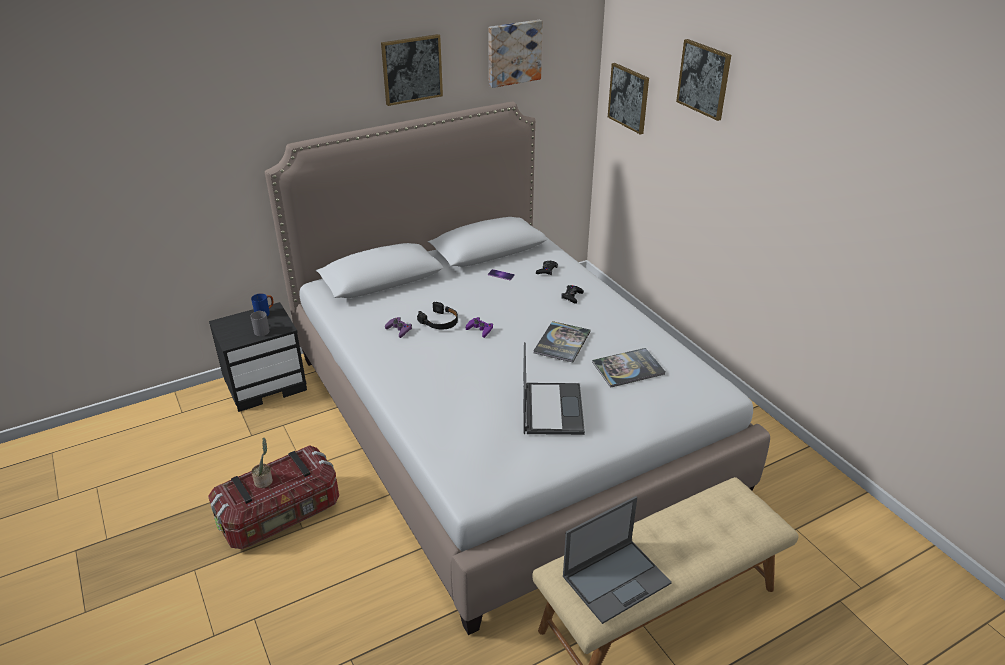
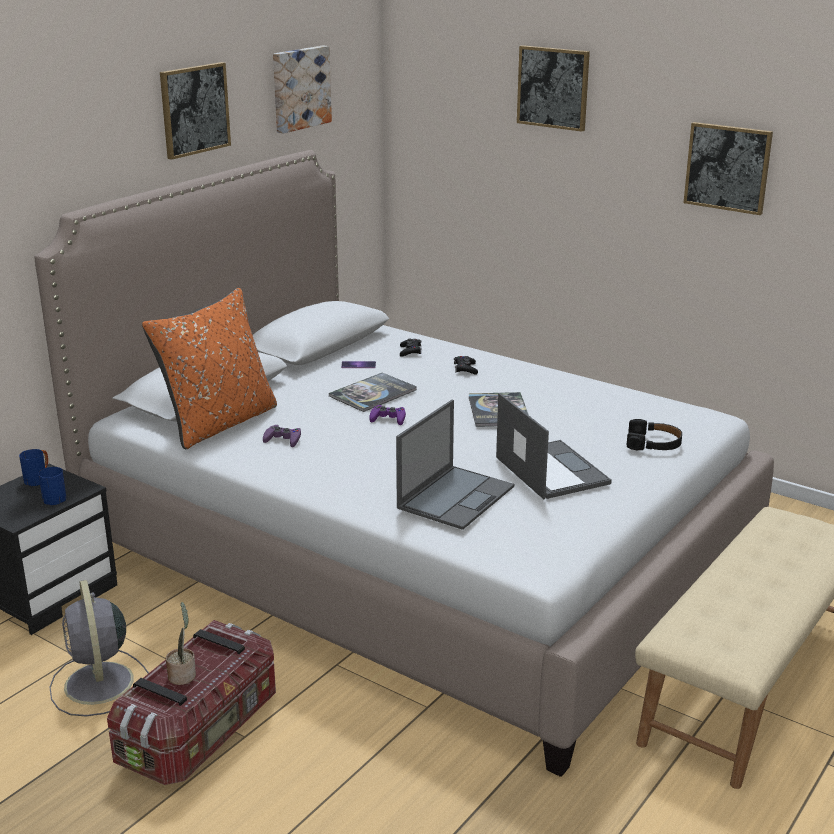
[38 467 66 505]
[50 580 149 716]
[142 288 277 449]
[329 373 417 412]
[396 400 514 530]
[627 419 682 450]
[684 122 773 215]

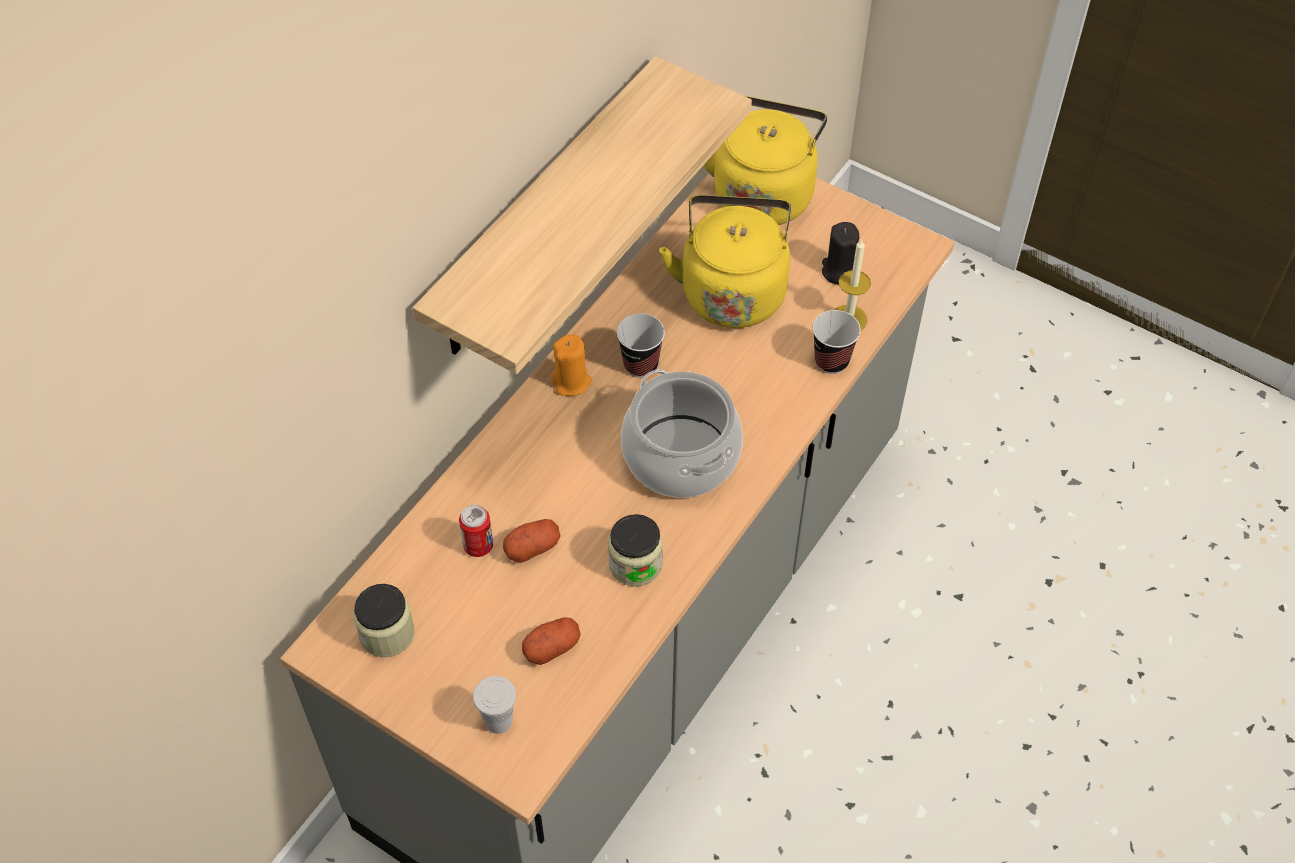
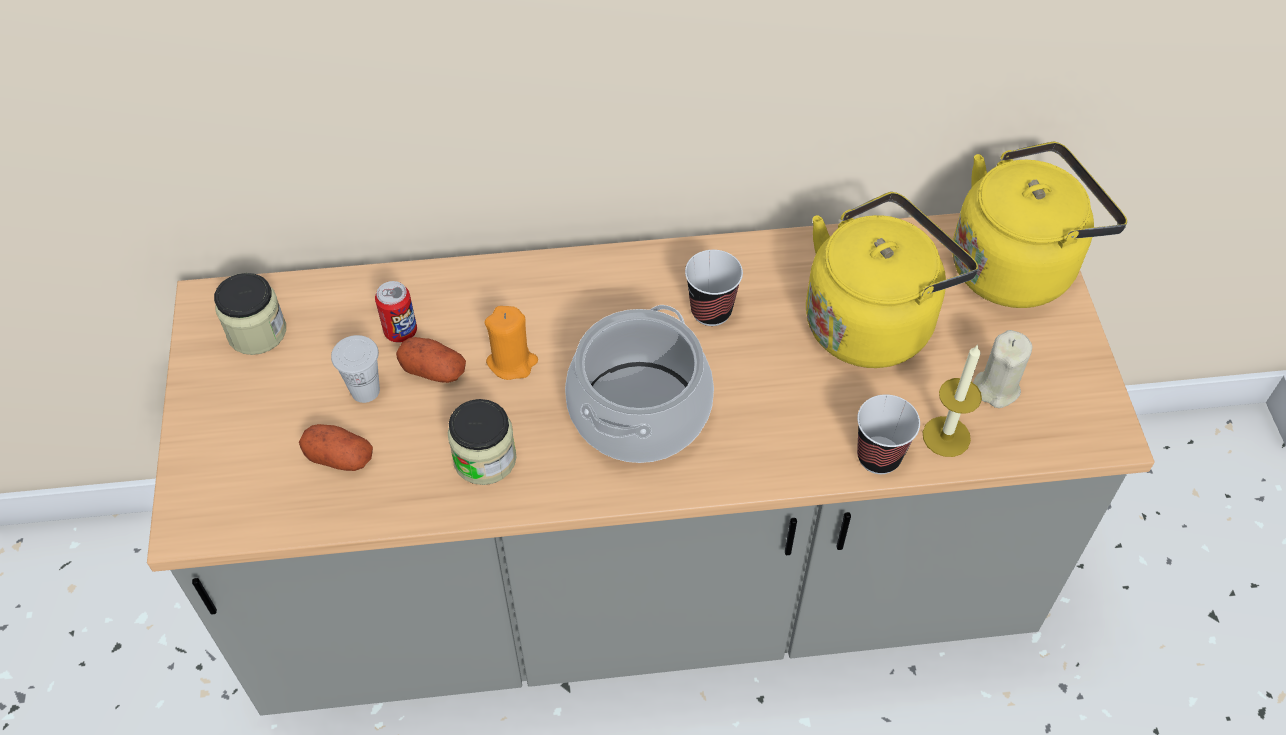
[331 335 380 403]
[484 306 538 380]
[973 330 1032 408]
[413 56 752 374] (first image)

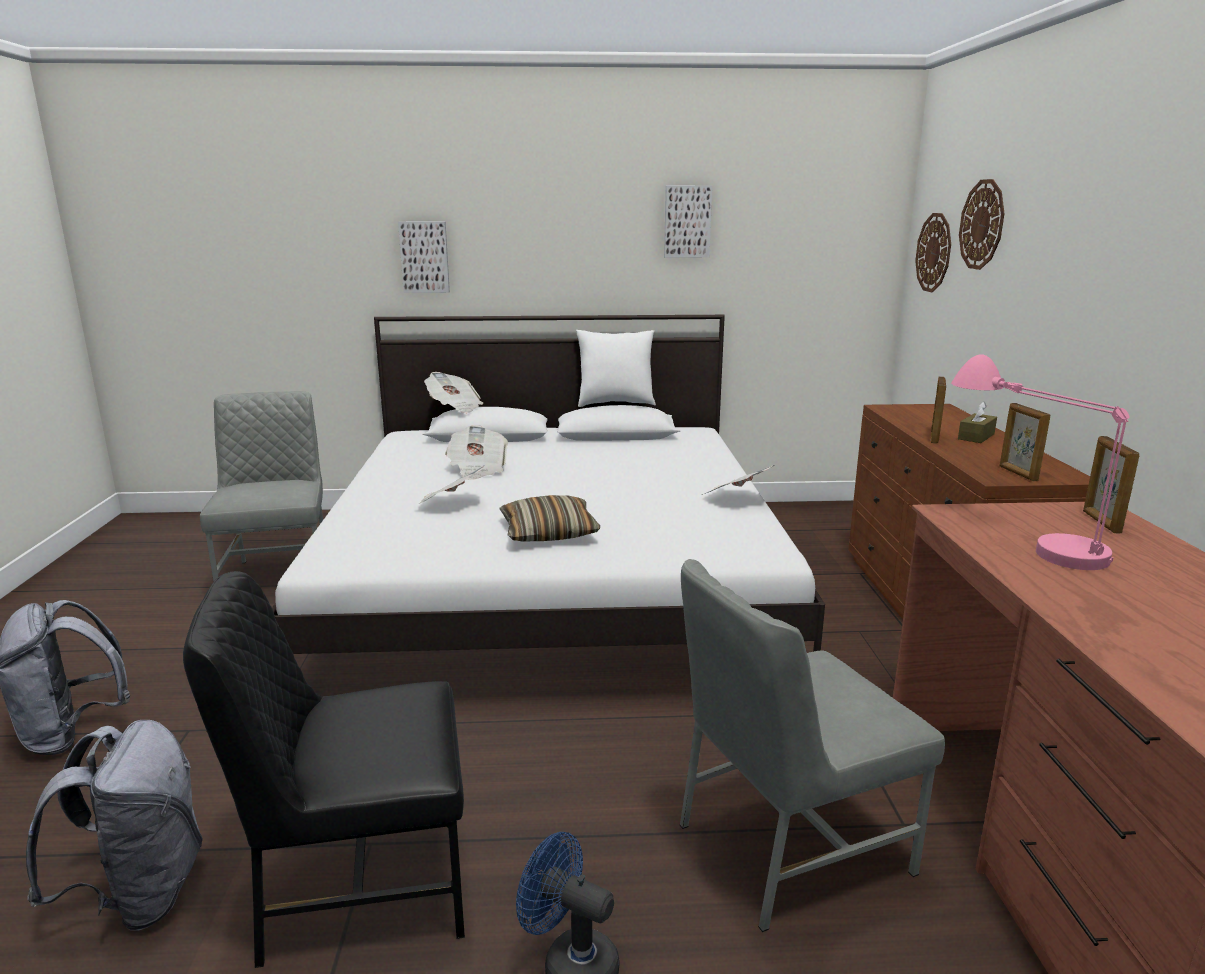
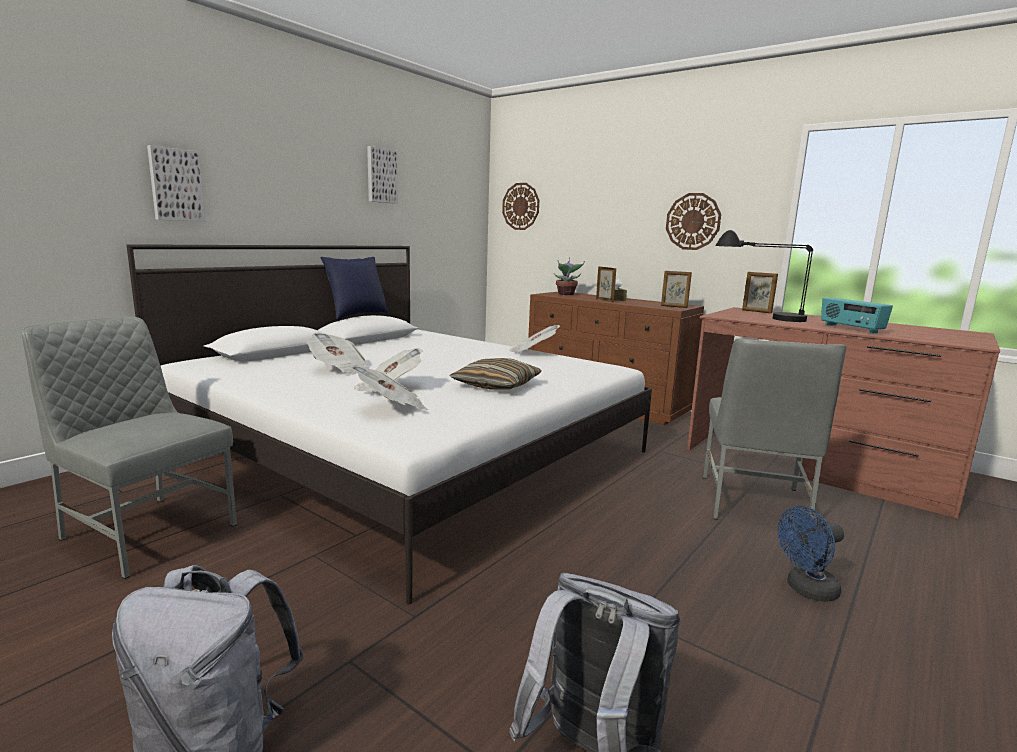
[320 257 389 320]
[350 366 428 410]
[554 257 585 295]
[666 193 721 250]
[716 230 813 322]
[821 298 893 334]
[183 571 465 968] (first image)

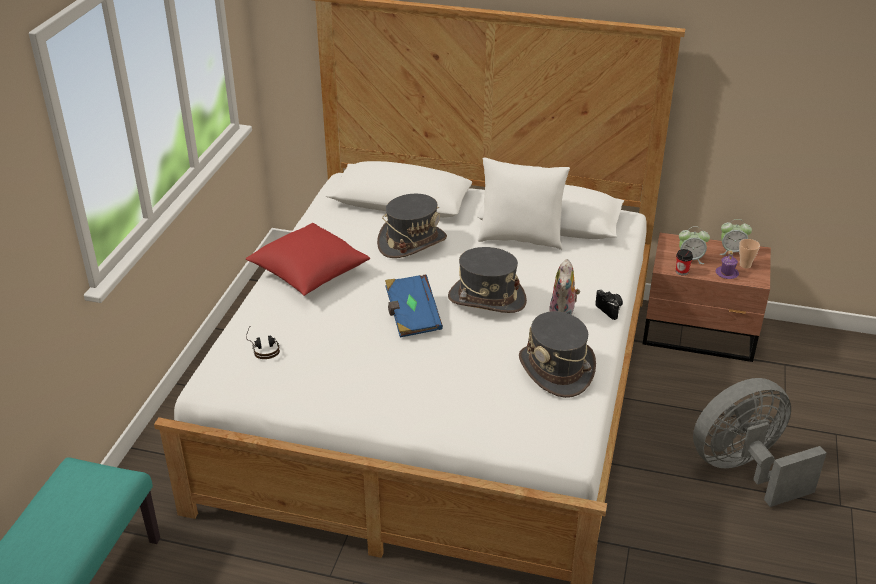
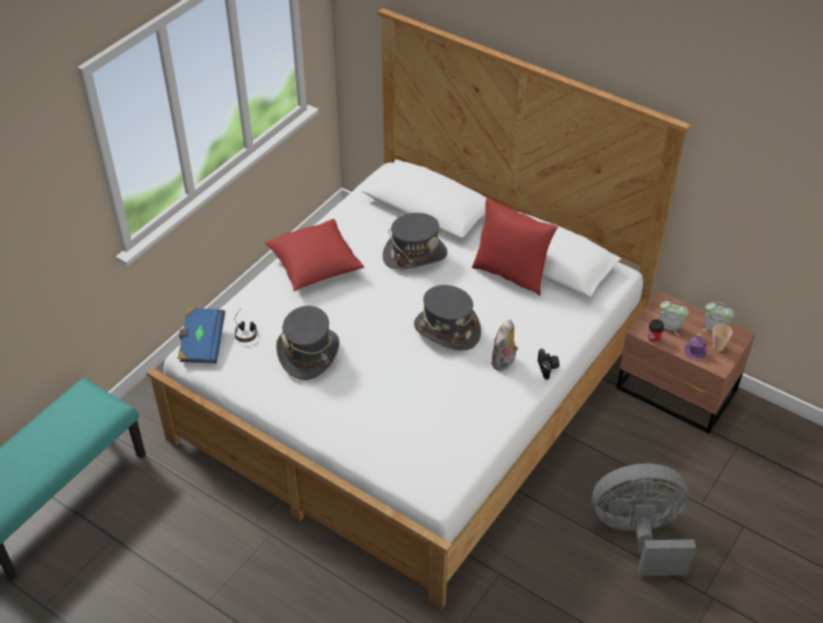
[177 307 225 364]
[276 306 339 380]
[472 198 558 296]

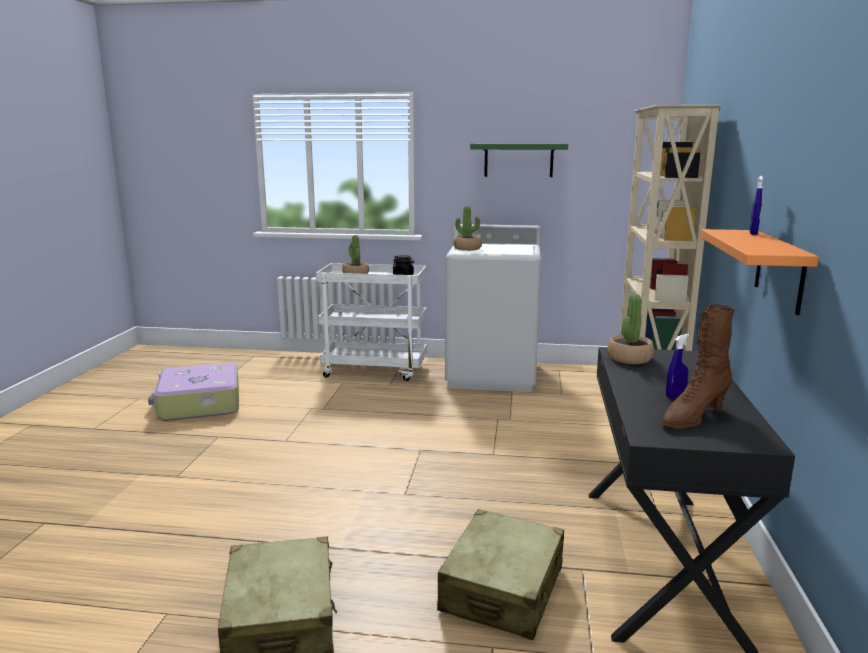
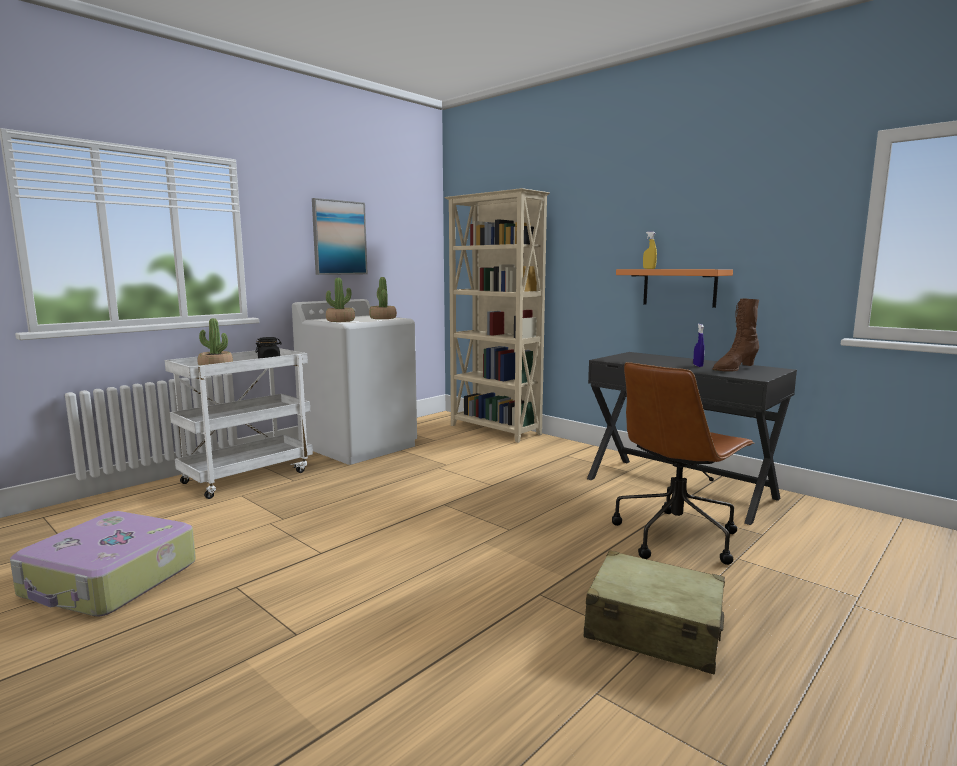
[312 198 368 275]
[369 277 397 319]
[612 362 754 565]
[643 231 657 269]
[712 298 759 372]

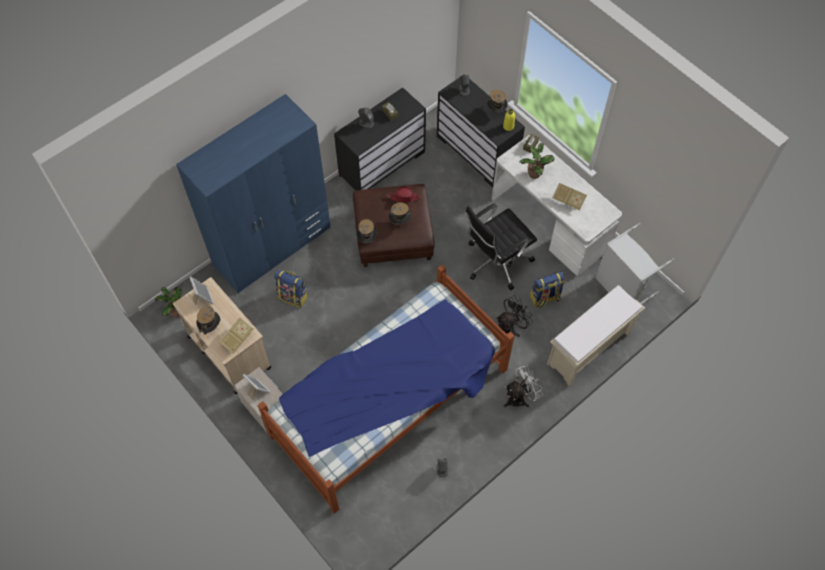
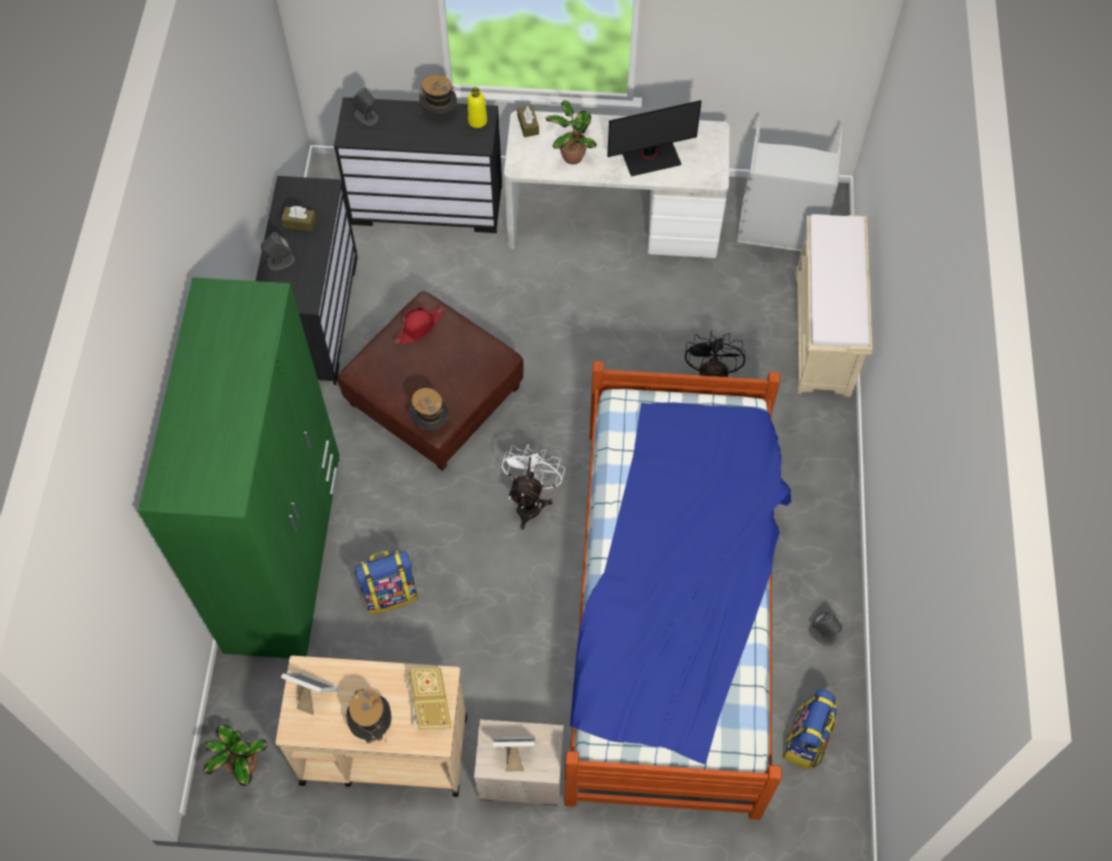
[138 277 339 658]
[501 445 565 530]
[607 100 702 176]
[783 689 838 770]
[389 201 412 224] (first image)
[466 203 537 290] (first image)

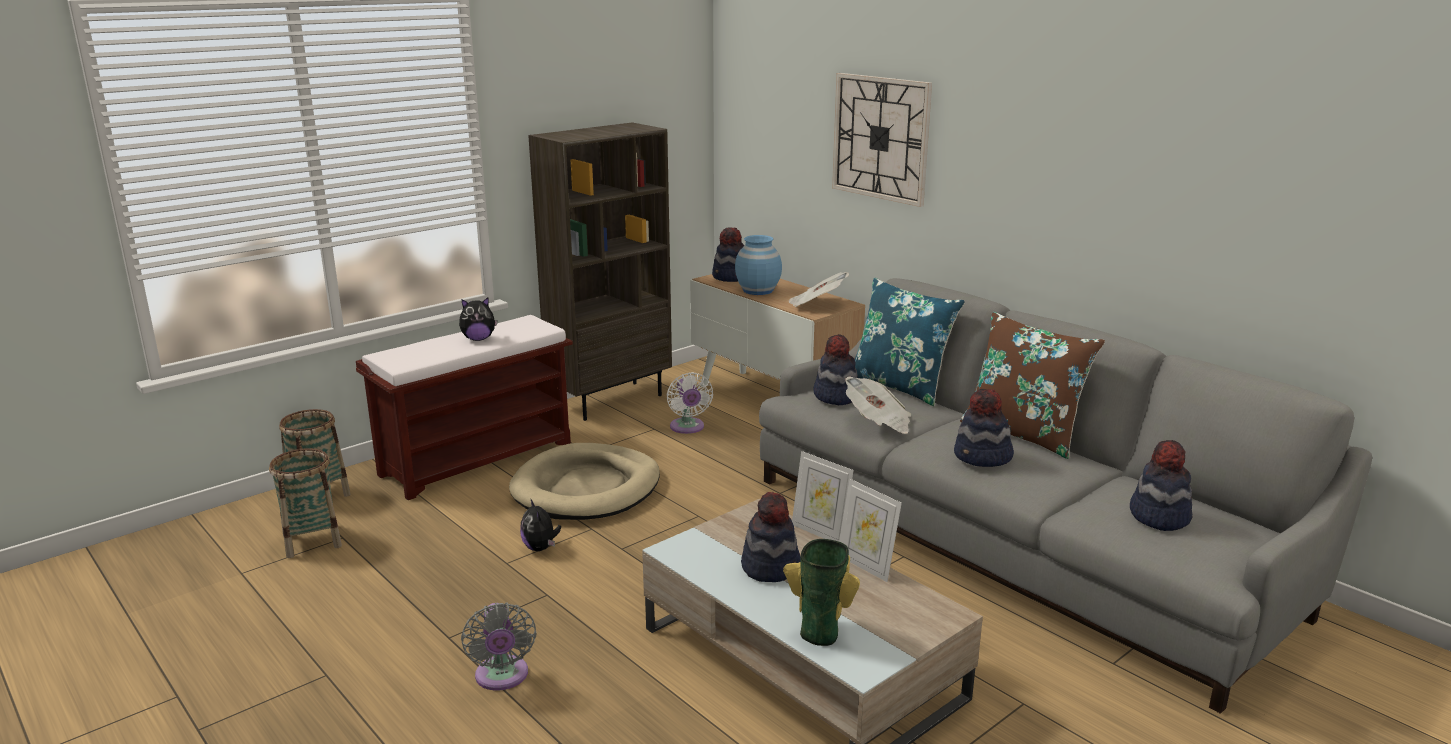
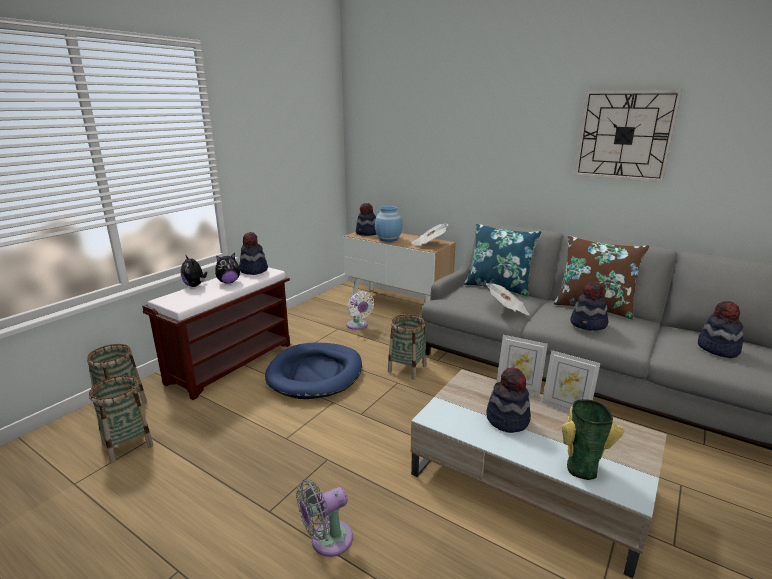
[181 256 207 287]
[239 232 268 275]
[265 343 362 399]
[296 479 353 557]
[388 314 427 380]
[574 90 682 182]
[528 123 672 421] (first image)

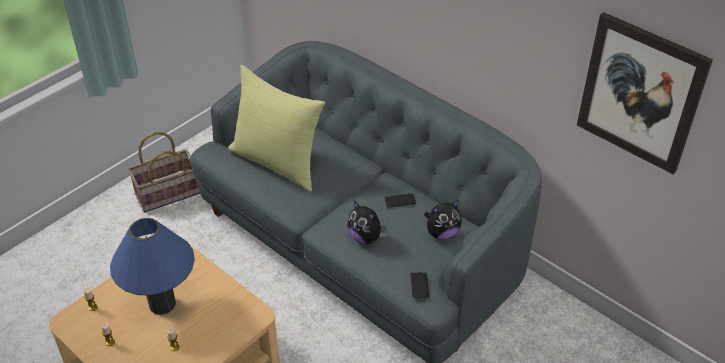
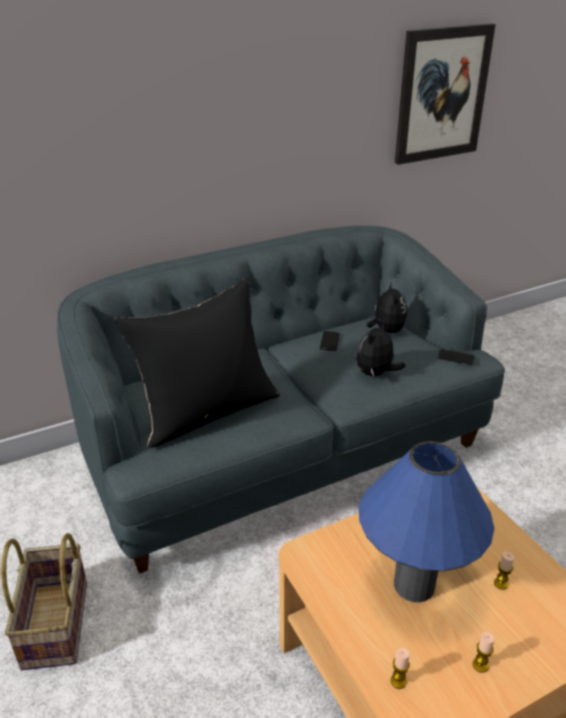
[113 277 280 448]
[356 321 406 377]

